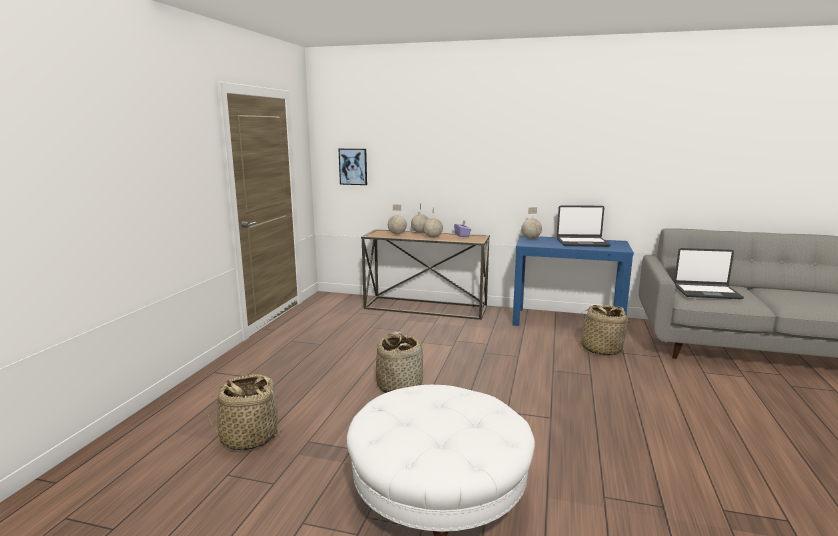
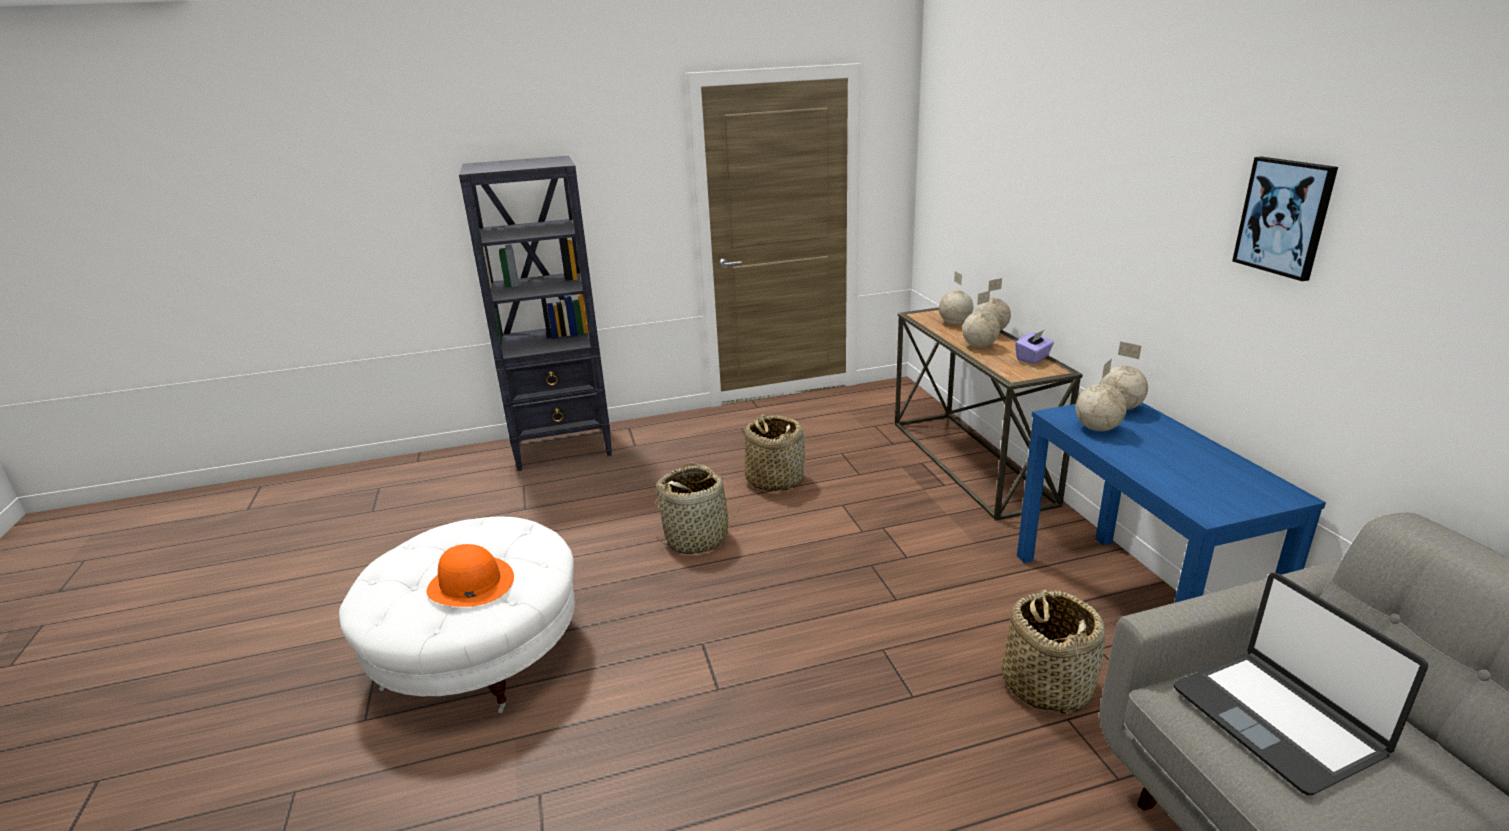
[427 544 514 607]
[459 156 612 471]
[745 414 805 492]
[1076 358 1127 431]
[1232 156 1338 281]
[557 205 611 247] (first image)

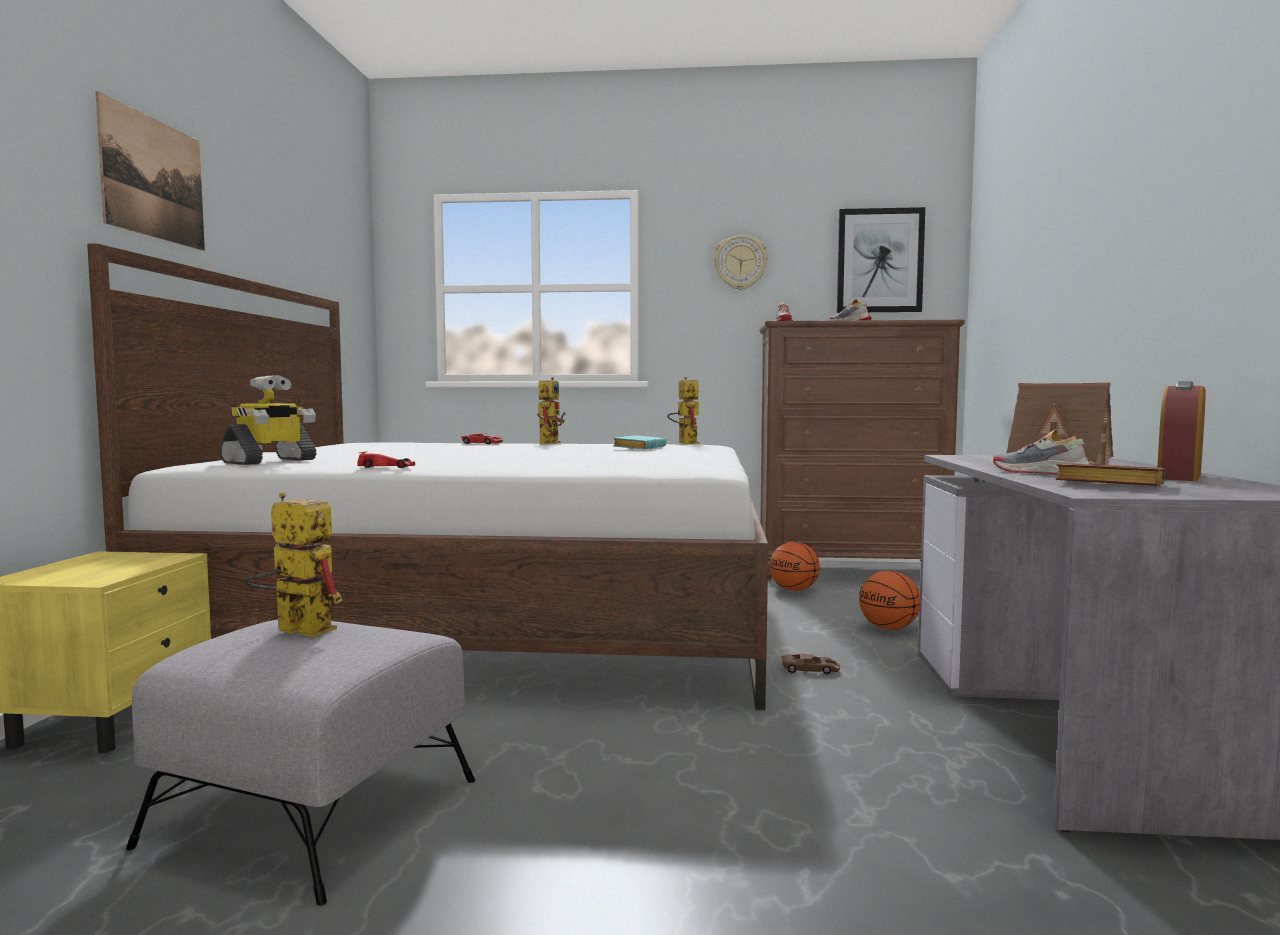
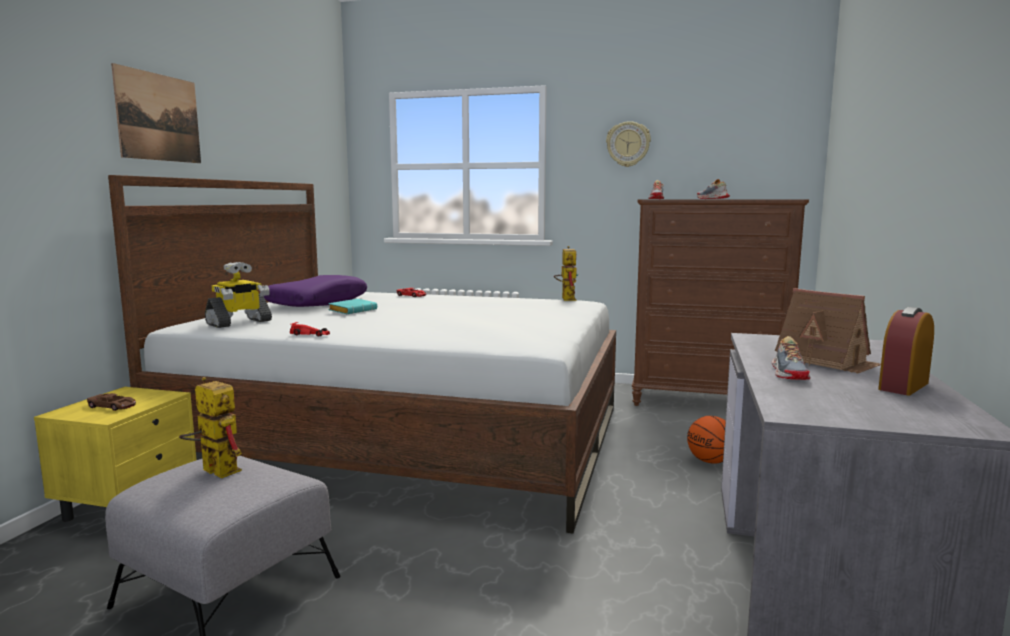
[87 393 136 411]
[264 275 367 307]
[328 299 377 314]
[772 336 811 380]
[537 377 566 444] (first image)
[769 542 820 591] (first image)
[837 207 925 313] (first image)
[1056 463 1165 486] (first image)

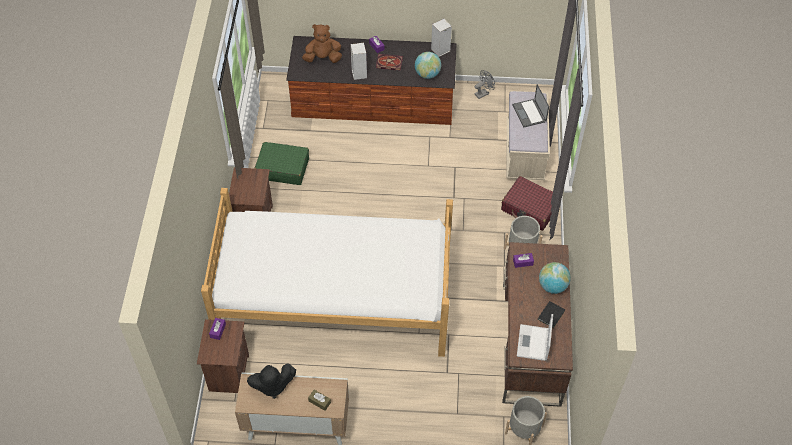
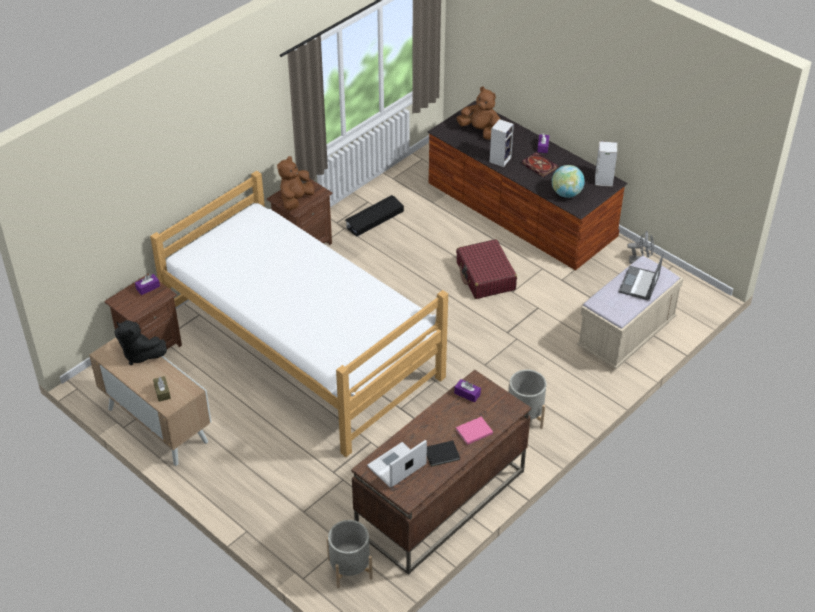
[277 156 314 211]
[345 195 404 237]
[456 239 517 299]
[456 417 493 445]

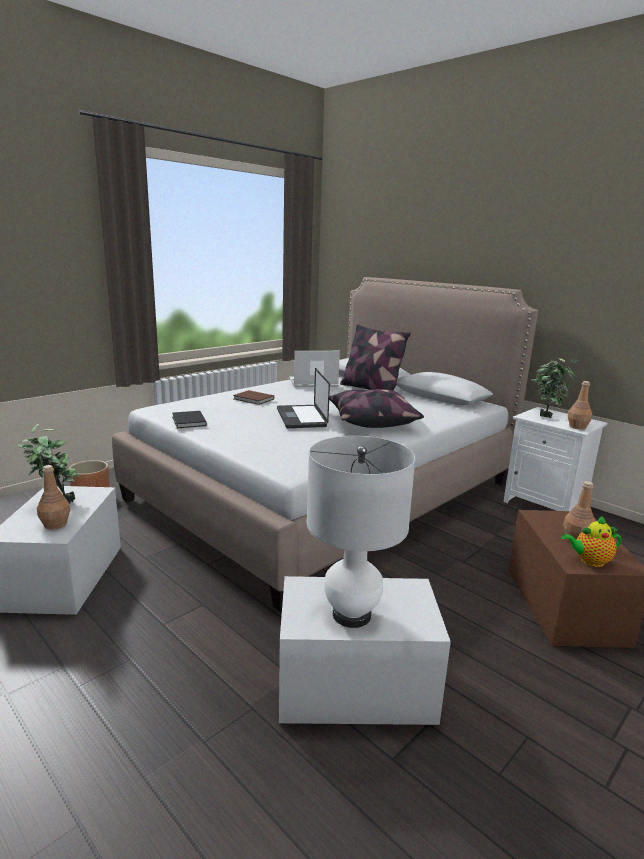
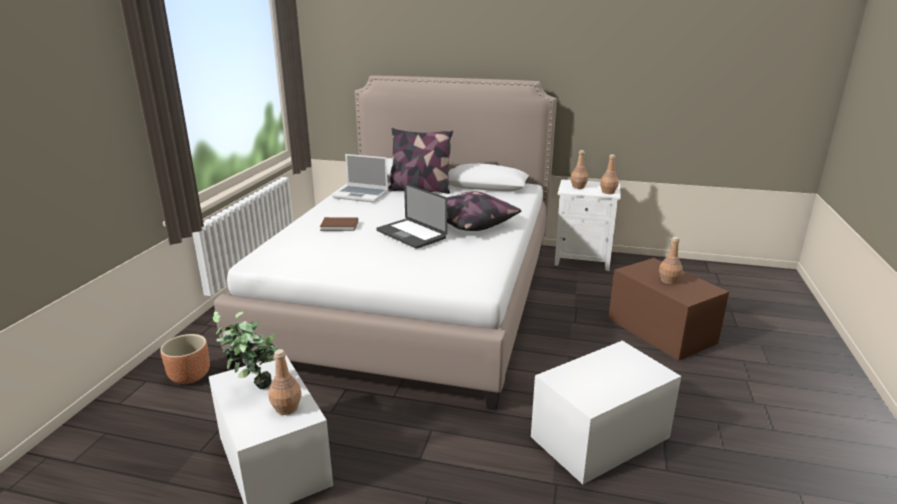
[332 154 388 202]
[571 150 588 189]
[172 411 207 428] (first image)
[306 436 415 628] (first image)
[561 516 621 567] (first image)

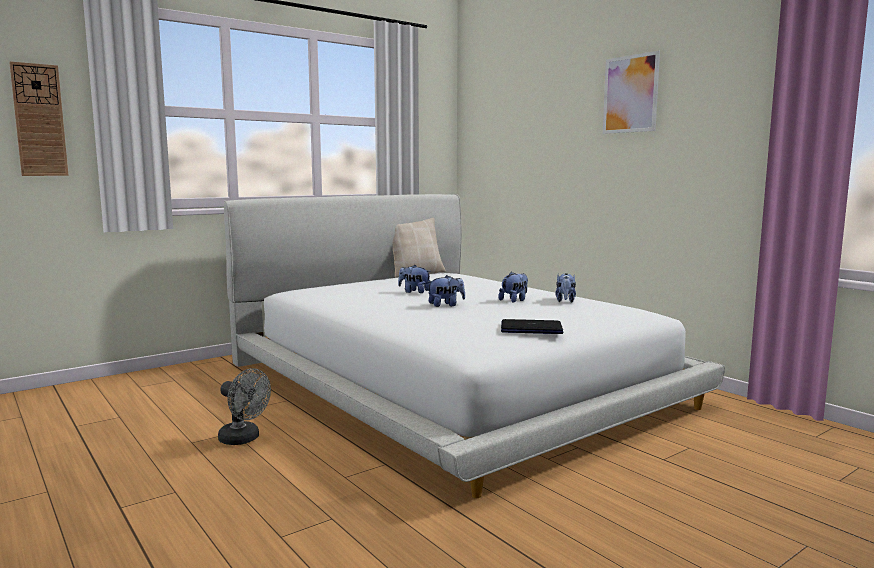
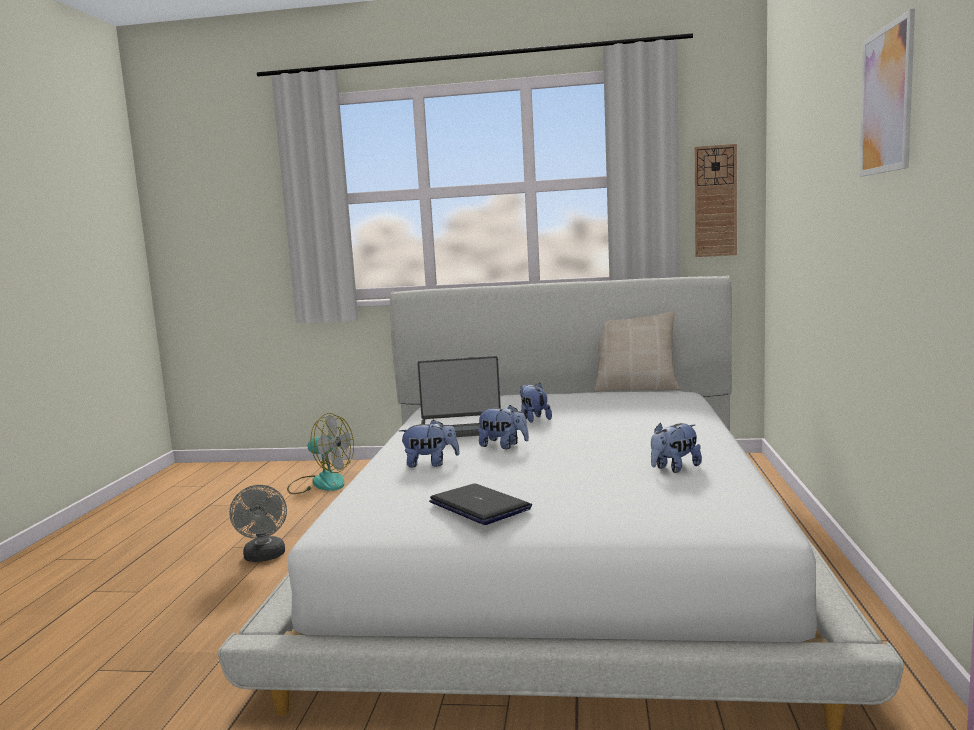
[287 413 354 494]
[399 420 460 467]
[417 356 501 437]
[694 144 737 257]

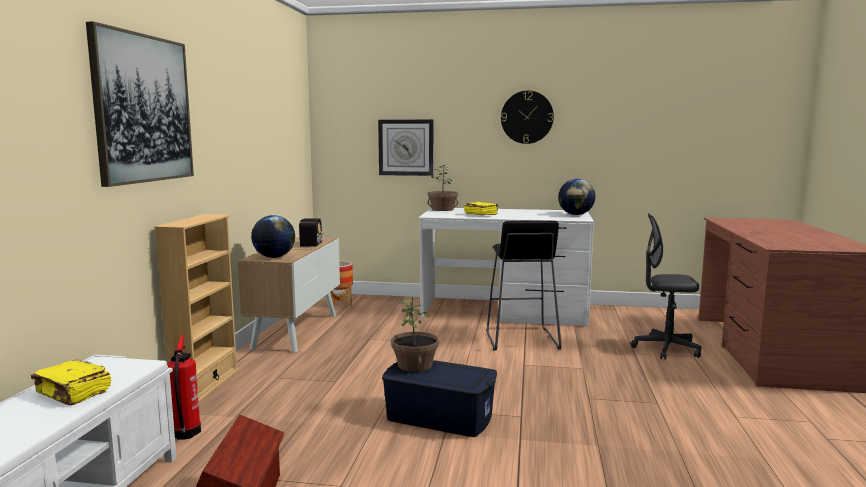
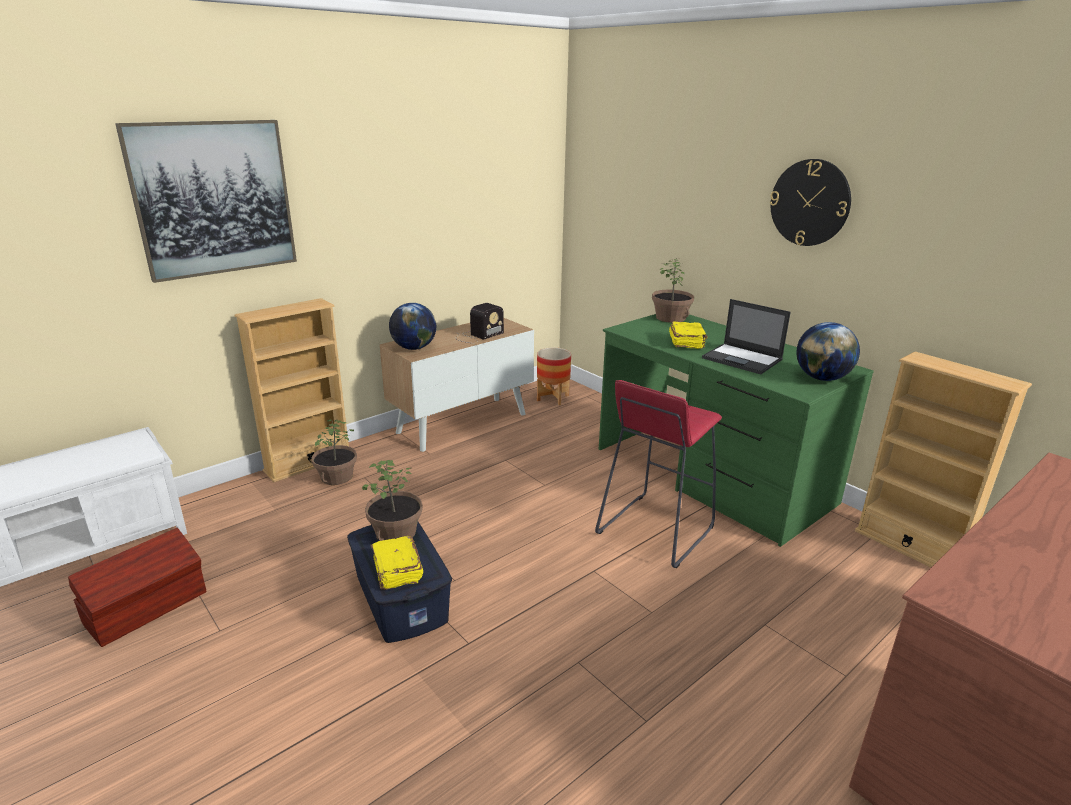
[312 419 357 485]
[371 536 423 590]
[595 380 722 568]
[599 314 874 547]
[702 299 791 374]
[855 352 1032 567]
[167 335 201 440] (first image)
[378 119 433 176] (first image)
[631 213 701 360] (first image)

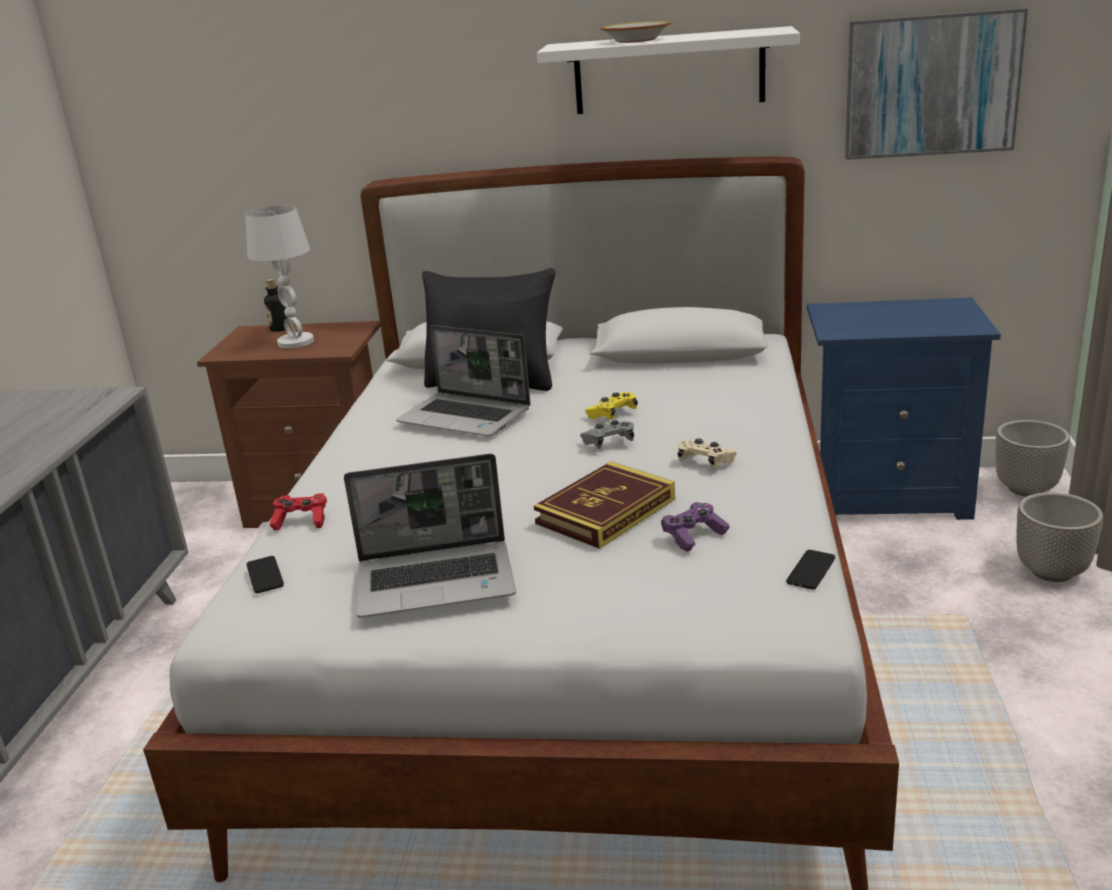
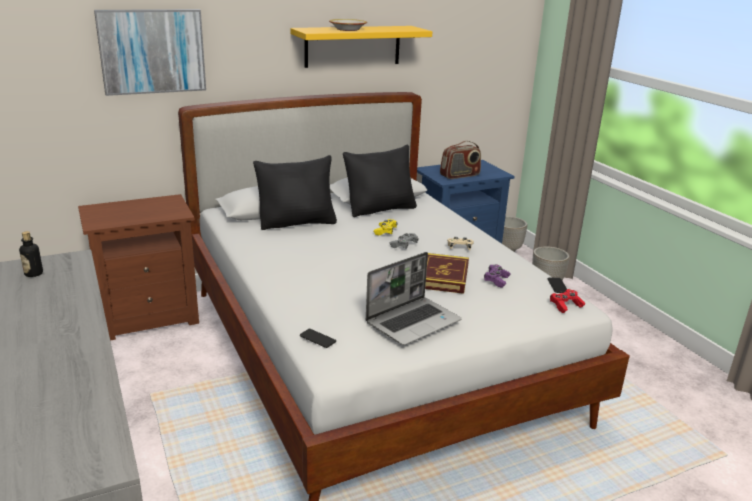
[19 231 43 277]
[94 9 206 96]
[290 26 432 68]
[343 144 417 217]
[440 141 481 179]
[550 289 585 313]
[245 205 314 348] (first image)
[396 325 531 436] (first image)

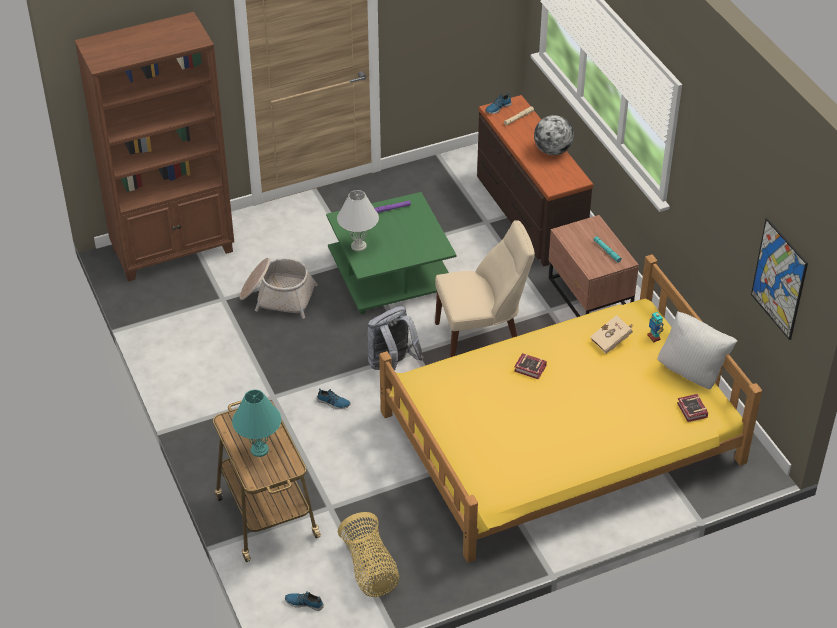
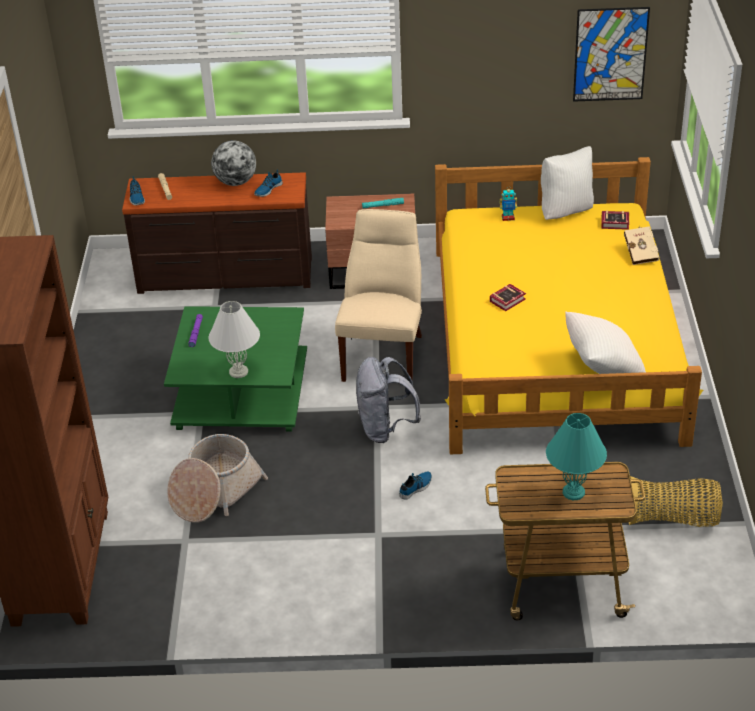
[254 170 283 197]
[565 312 646 374]
[624 226 659 265]

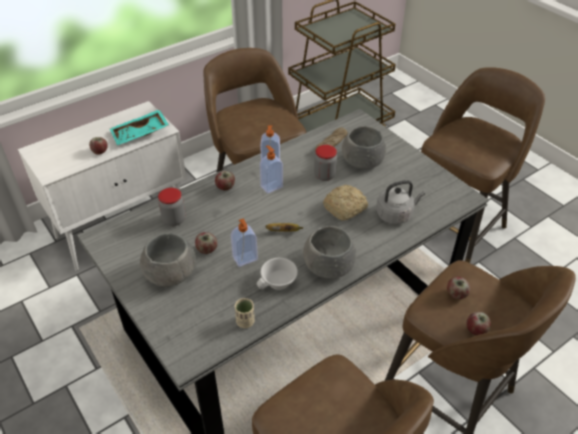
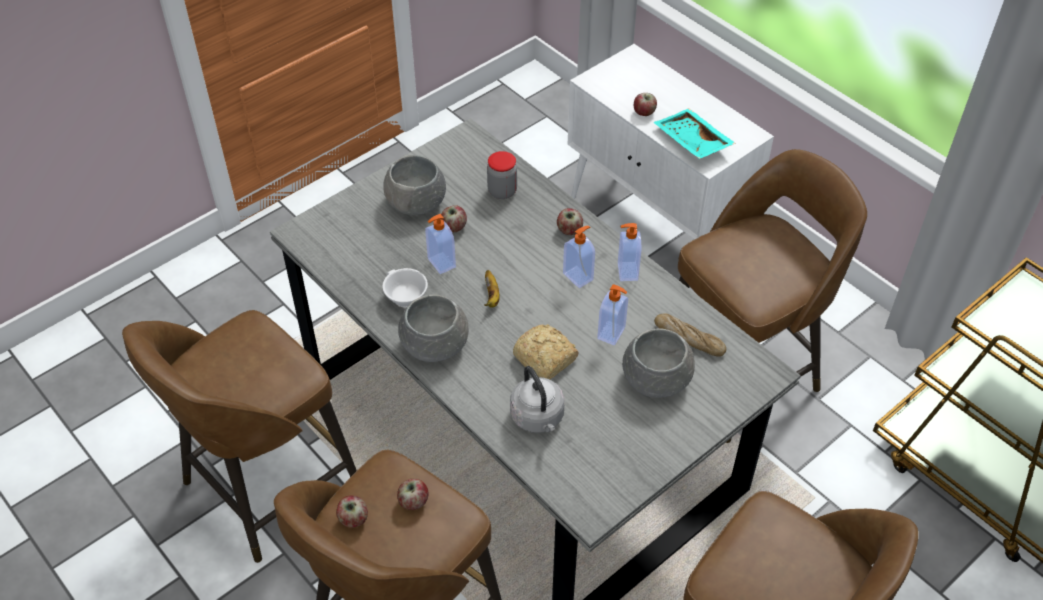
[597 284 628 345]
[235 298 254 328] (first image)

